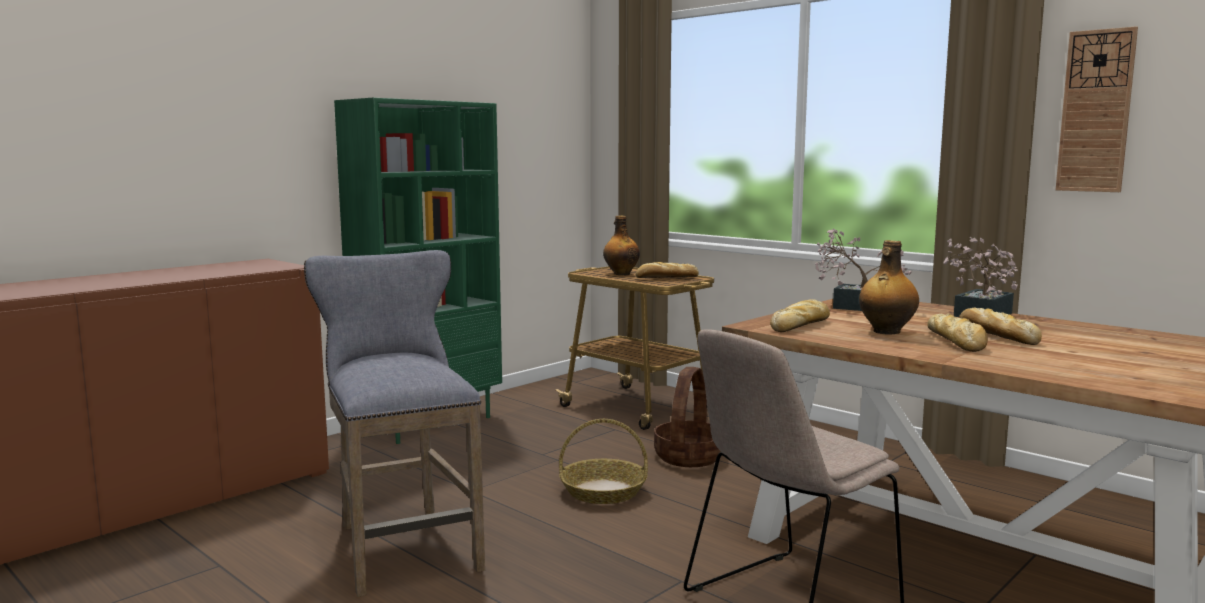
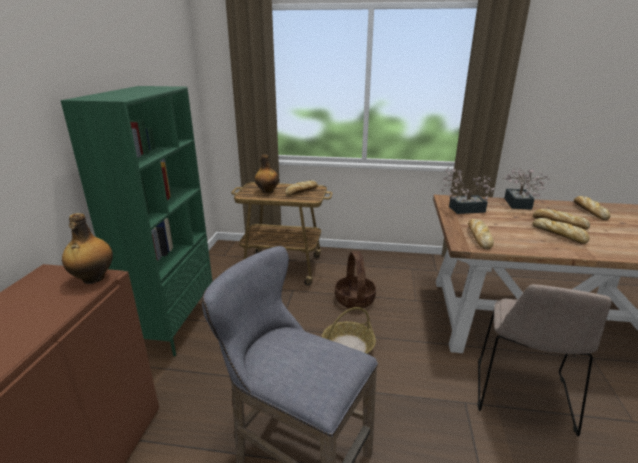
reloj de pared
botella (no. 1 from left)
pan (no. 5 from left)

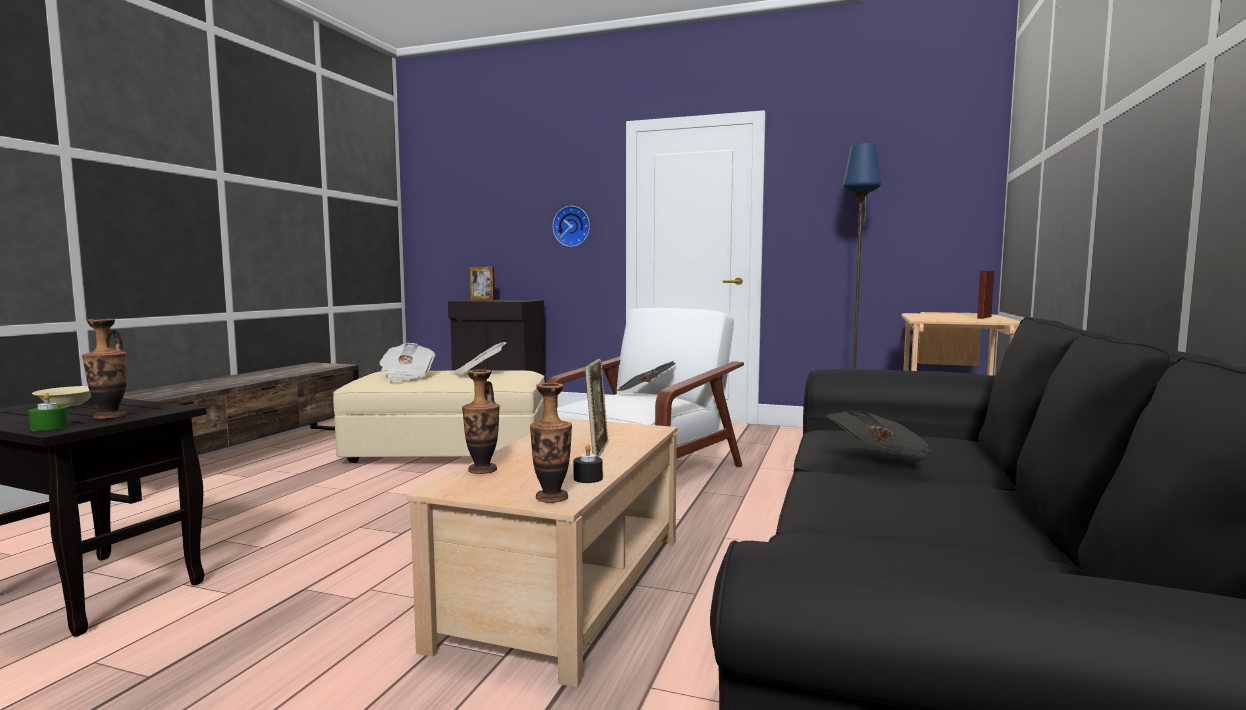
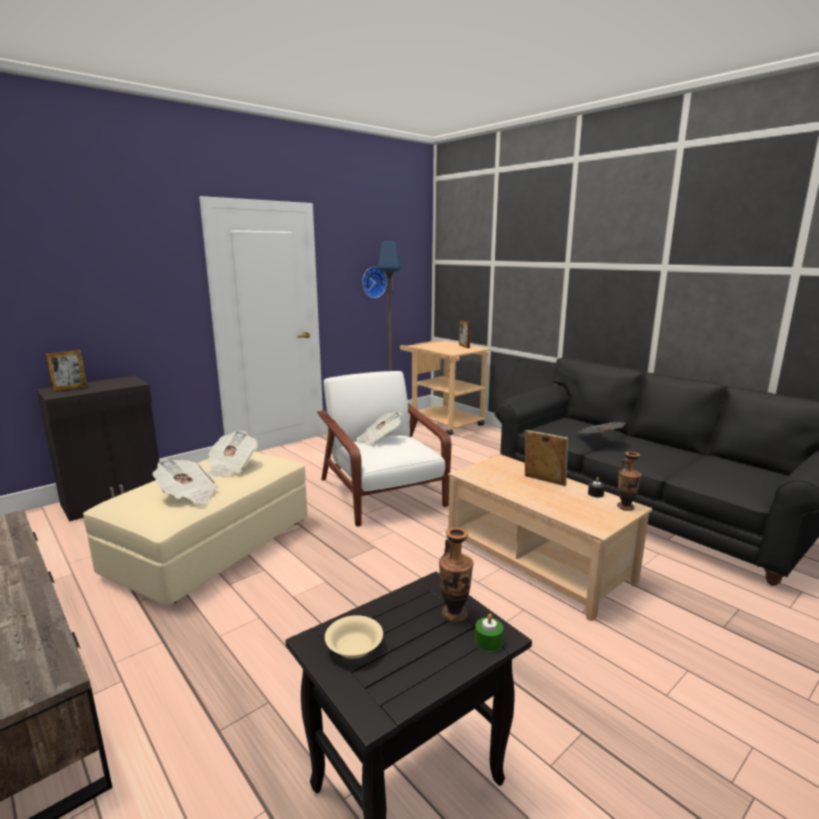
reloj de pared
florero (no. 2 from left in the first image)

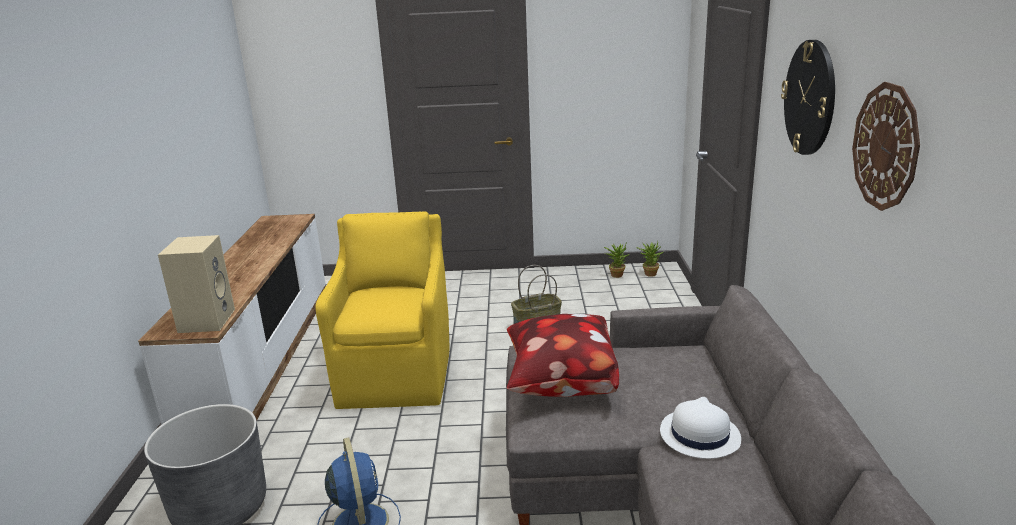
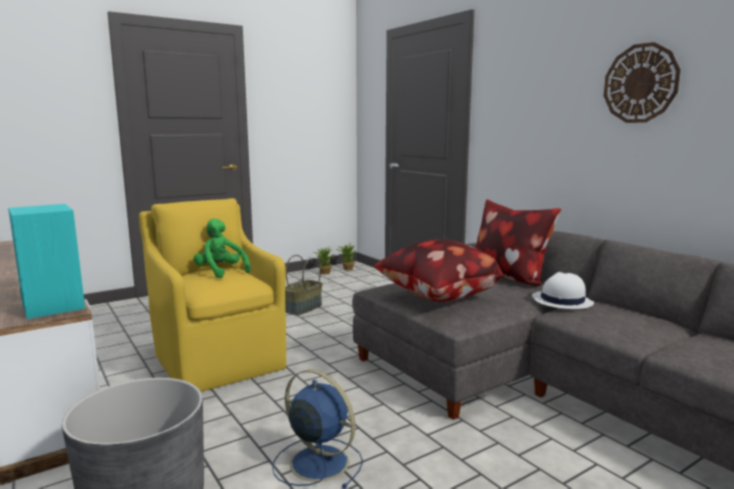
reloj de pared (no. 1 from left in the first image)
altavoz/turquesa
cojín (no. 2 from left)
peluche/verde

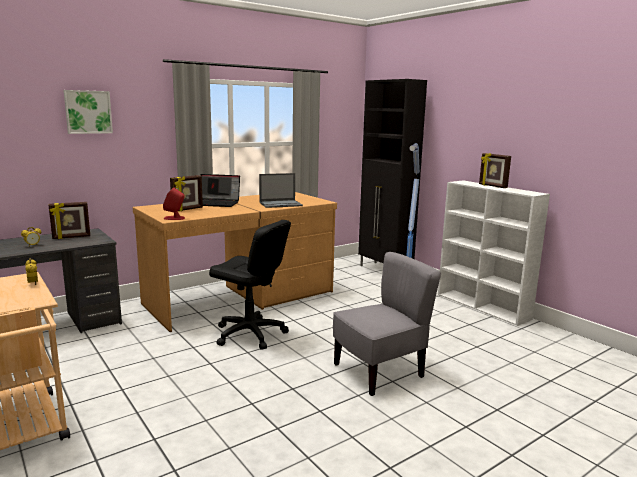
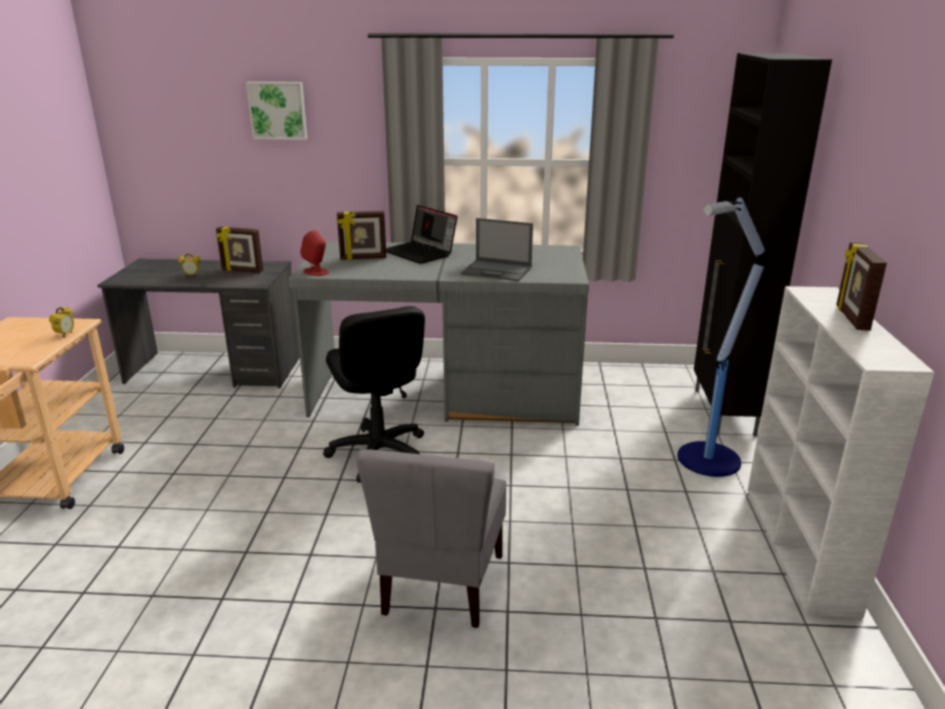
escritorio/gris (no. 2 from left)
silla/gris

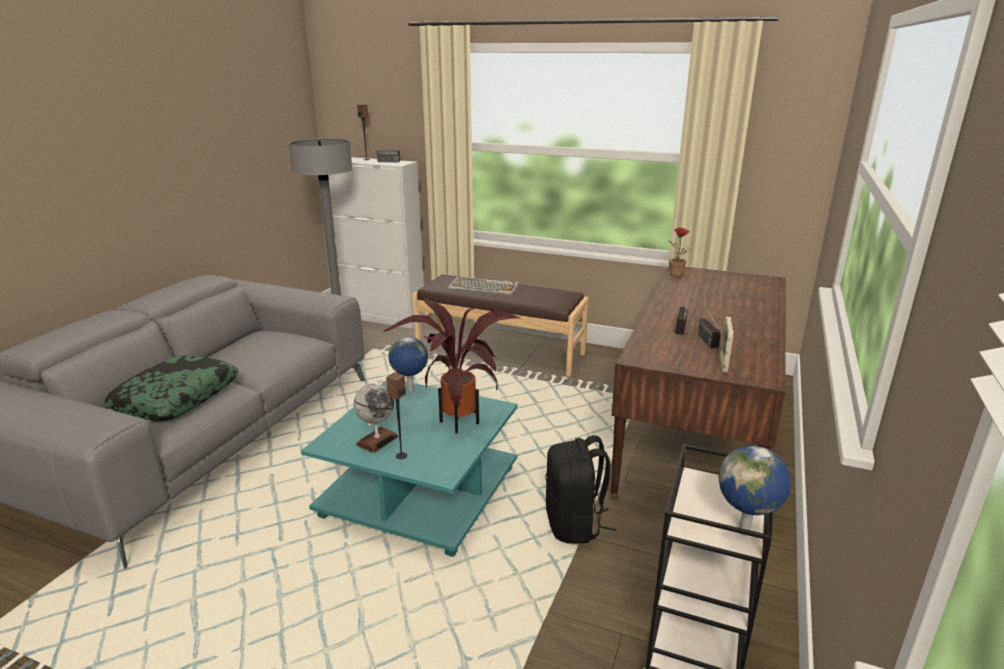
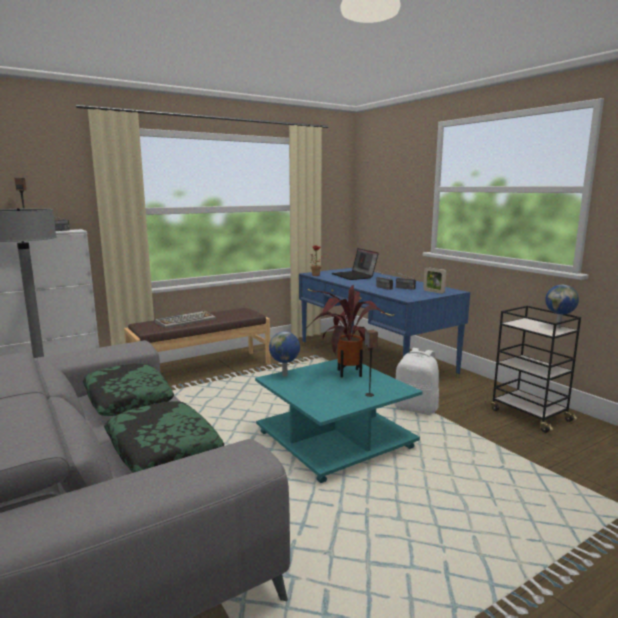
escritorio/azul
globo terráqueo (no. 1 from left in the first image)
mochila/blanco
portátil
cojín (no. 1 from left)

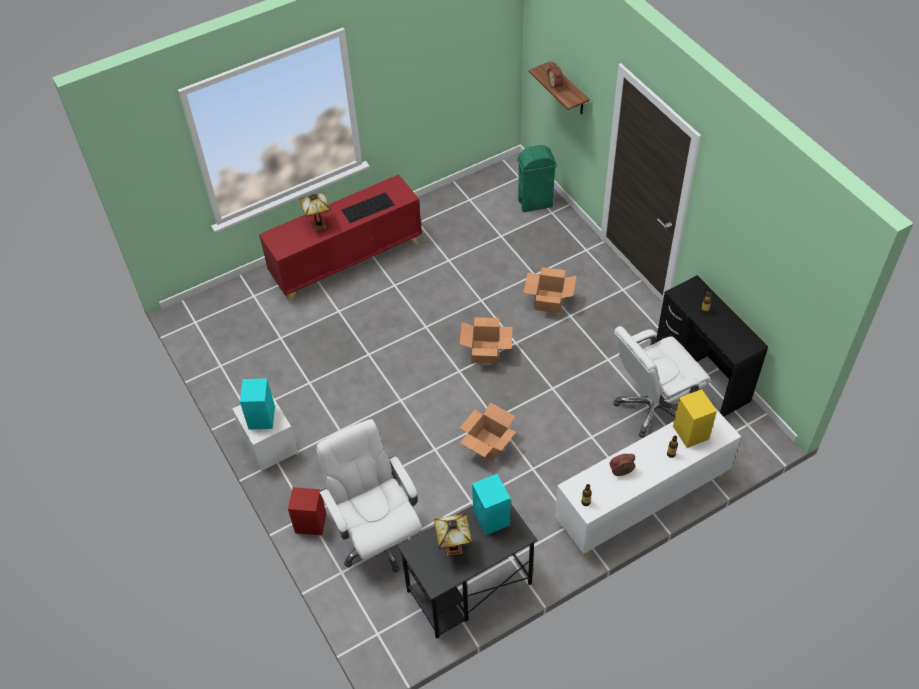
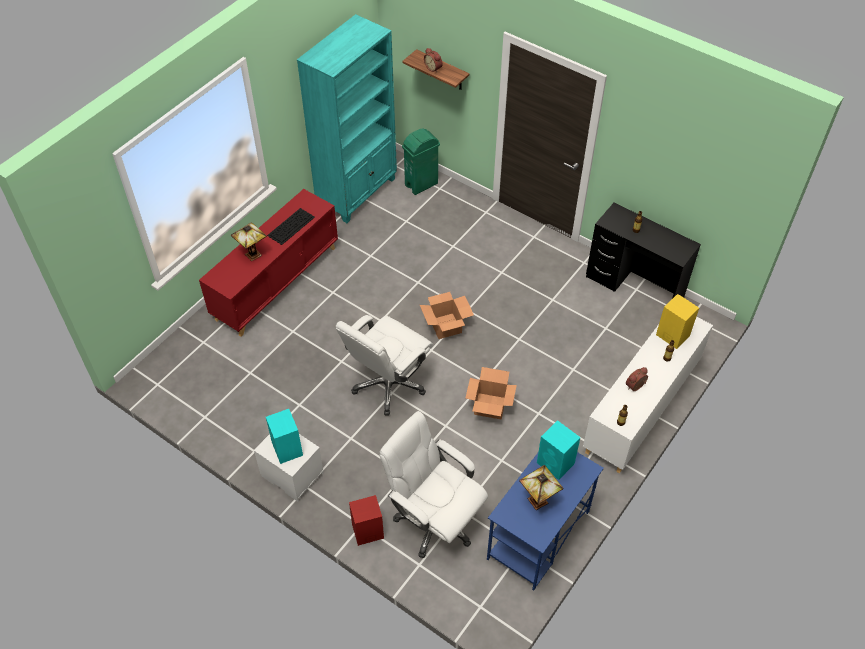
caja de cartón (no. 3 from left in the first image)
silla de oficina/blanco (no. 1 from left)
escritorio/azul
estantería/turquesa

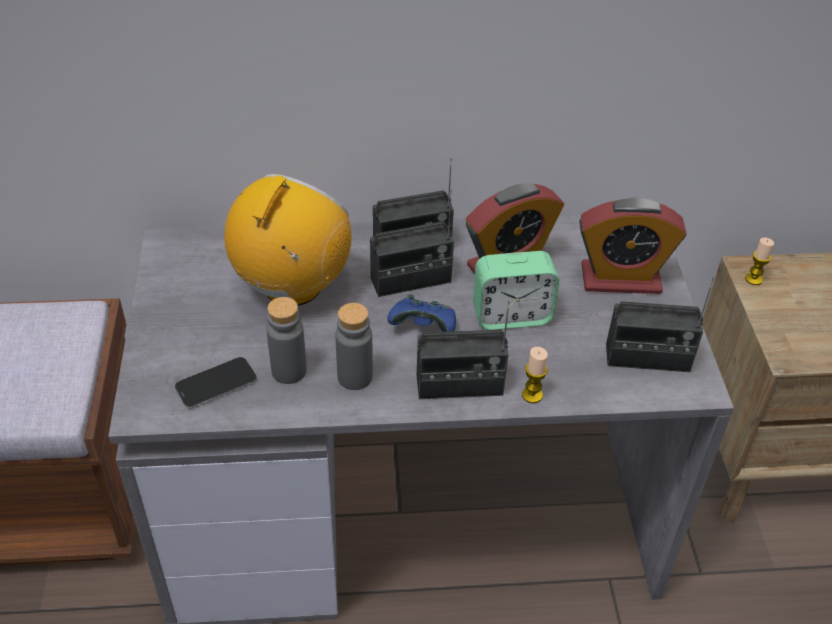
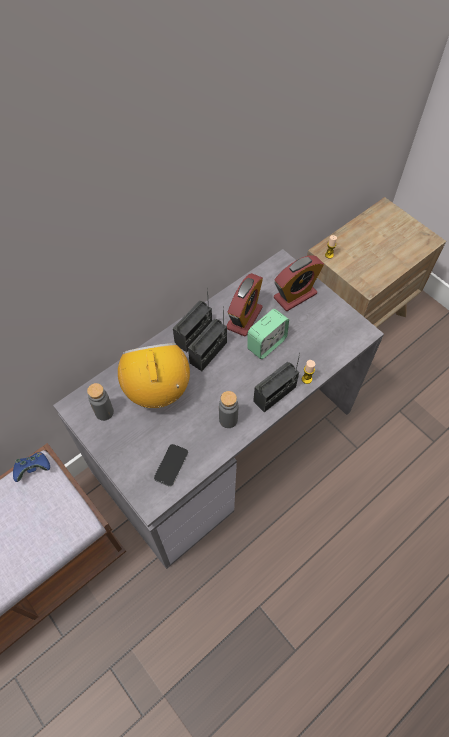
radio (no. 5 from left in the first image)
mando de consola/azul
botella/gris (no. 1 from left)

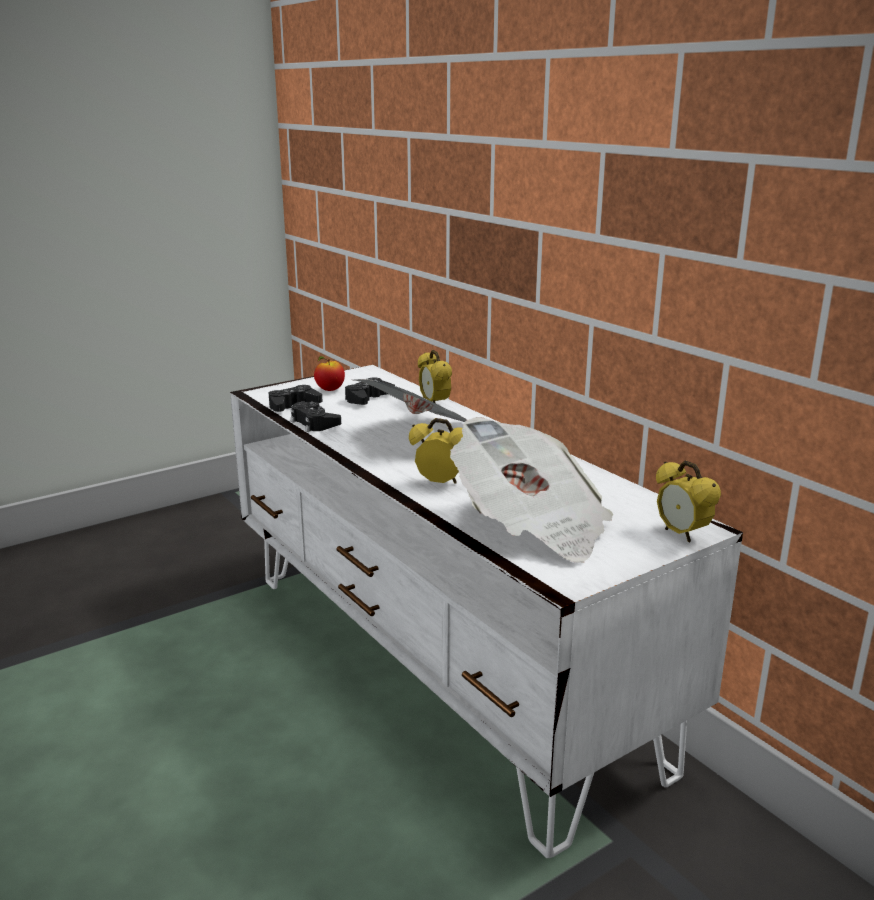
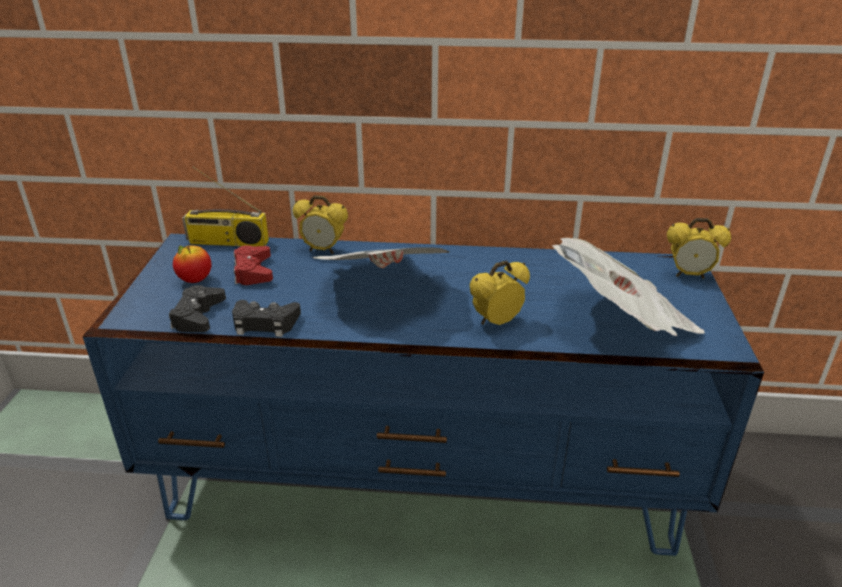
mueble de televisión/azul
mando de consola/rojo
radio

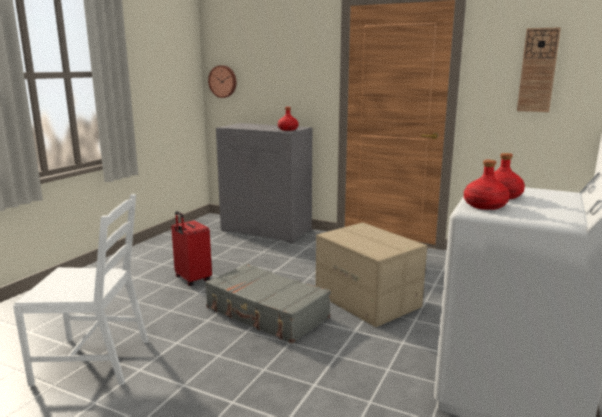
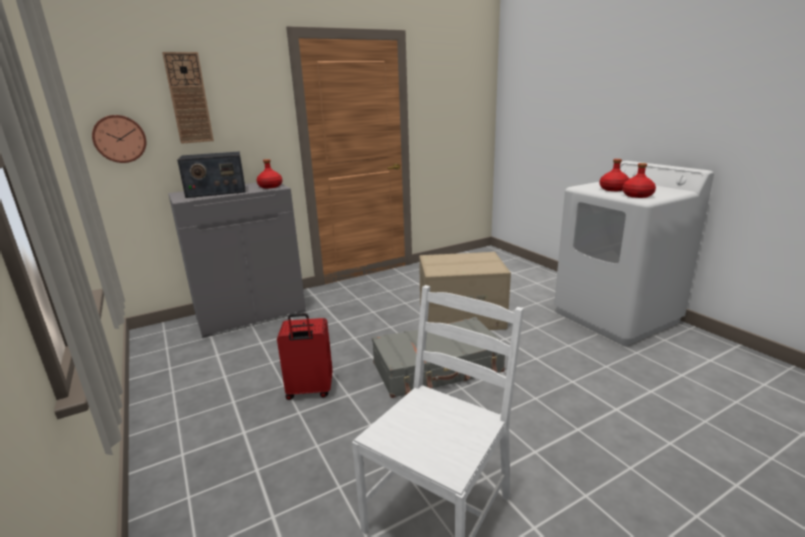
reloj de pared (no. 2 from left)
radio

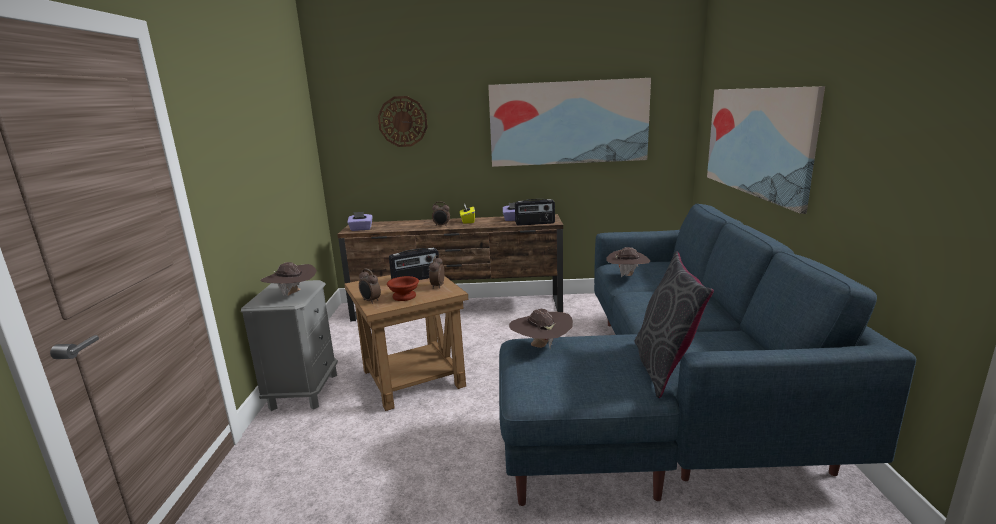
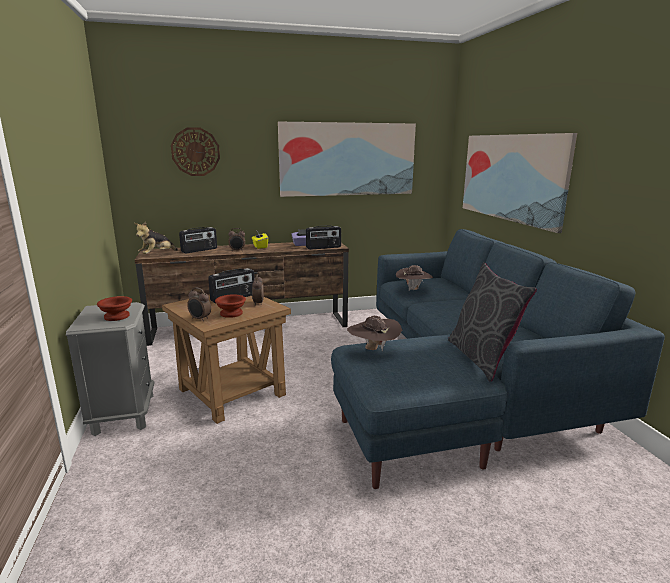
peluche
cuenco/marrón (no. 1 from left)
radio (no. 1 from left)

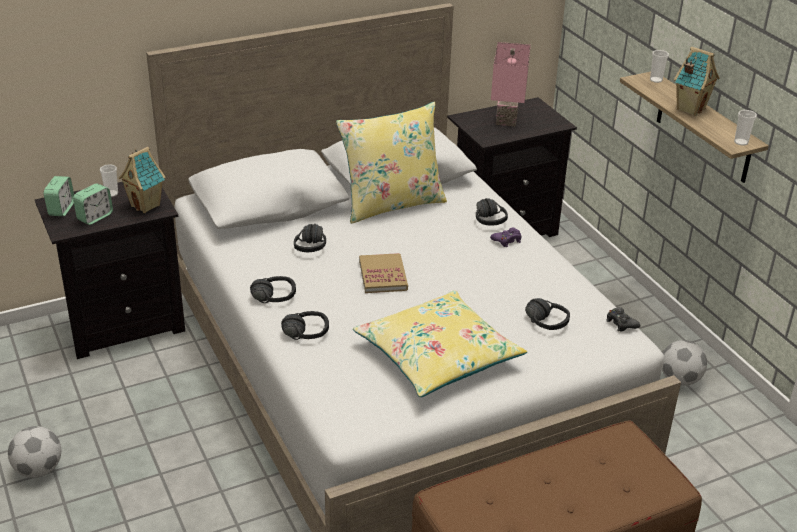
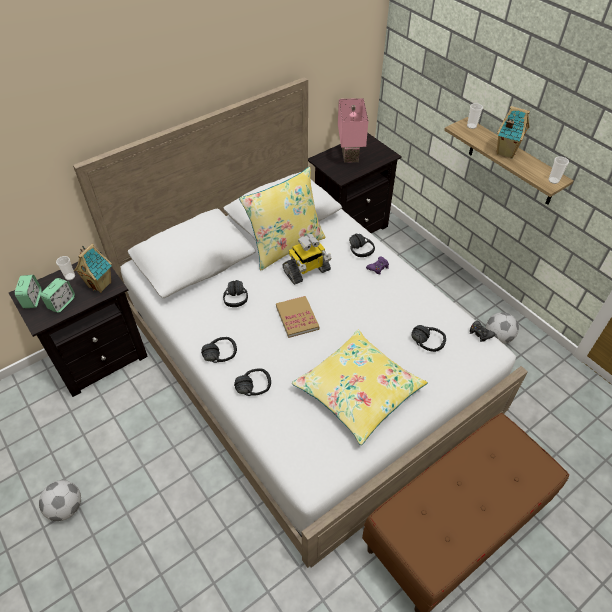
robot de juguete

